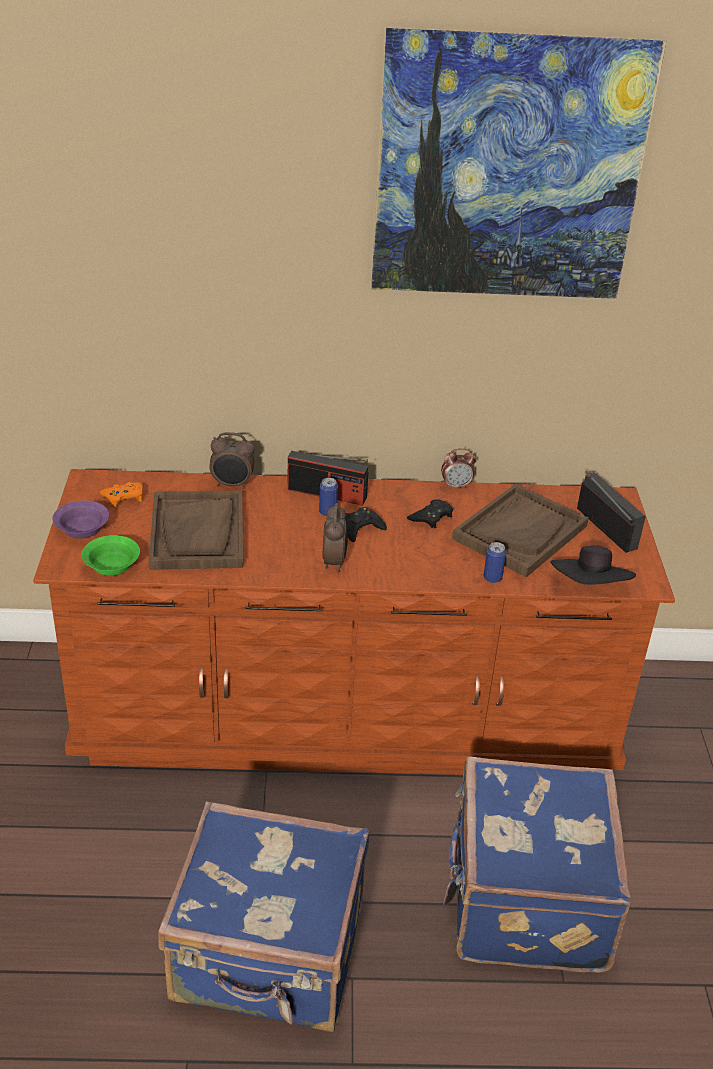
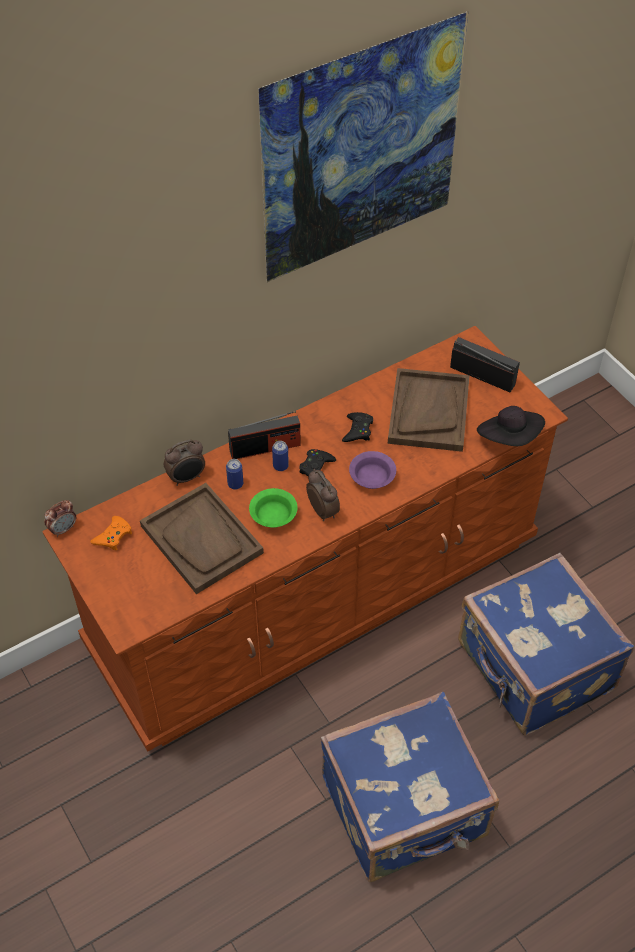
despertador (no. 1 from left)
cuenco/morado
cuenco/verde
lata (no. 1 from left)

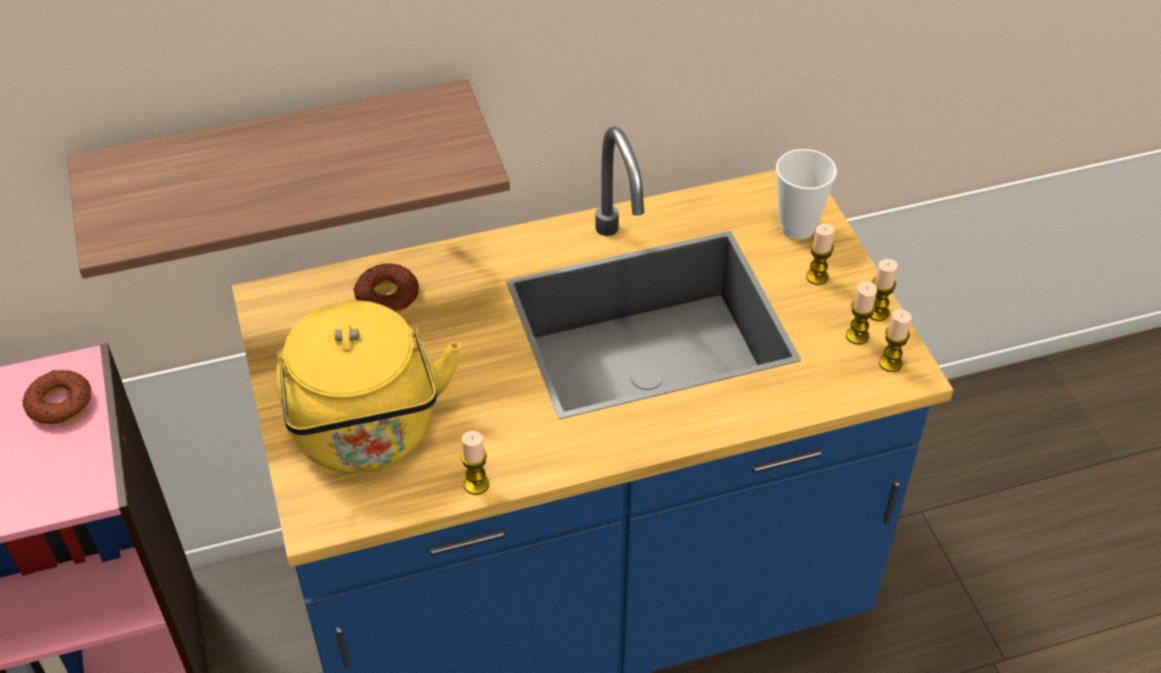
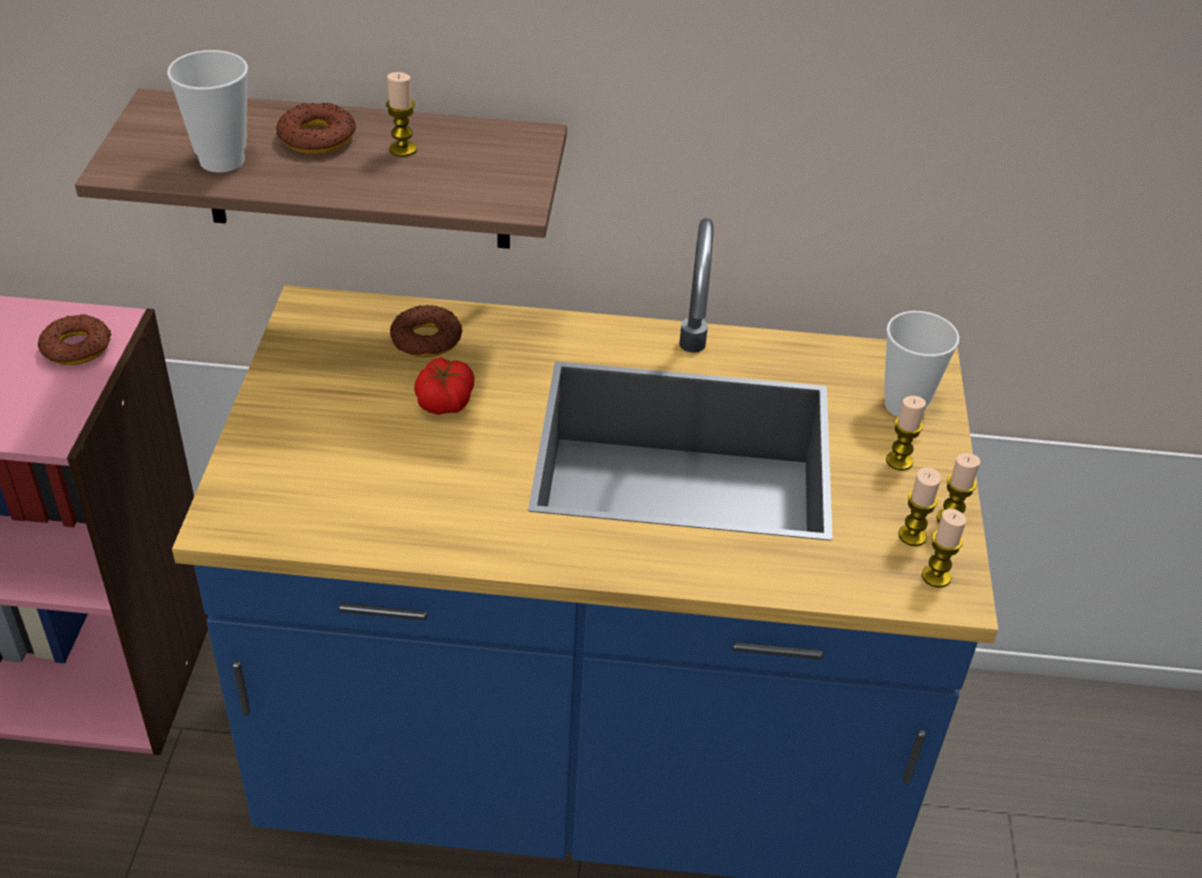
hervidor/amarillo
vela (no. 1 from left)
taza (no. 1 from left)
rosquilla (no. 2 from left)
tomate

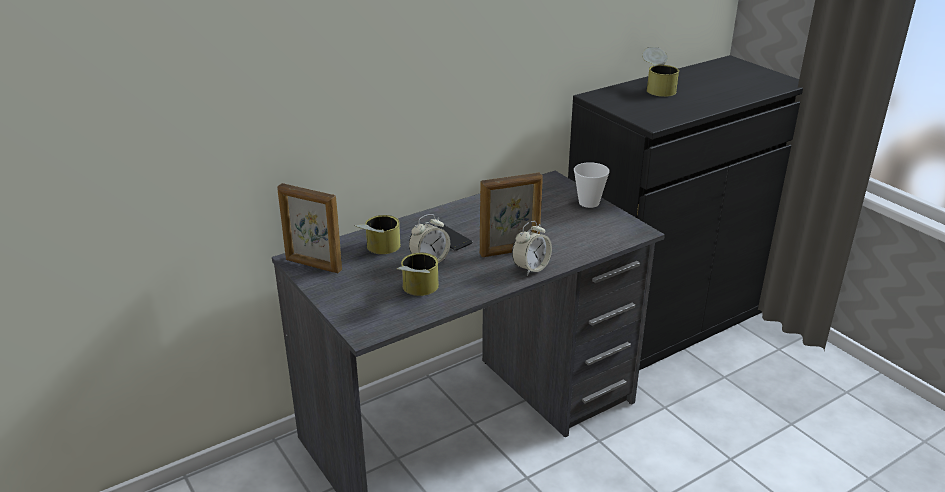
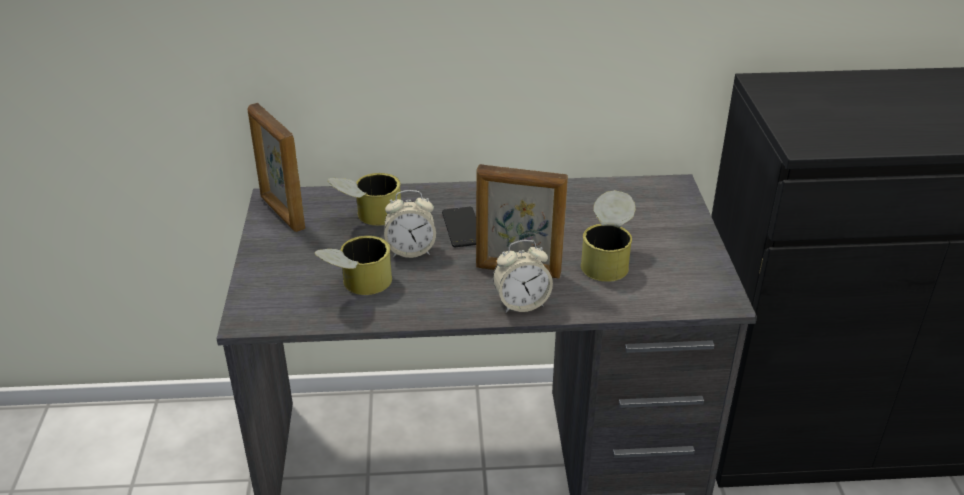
lata (no. 3 from left)
taza

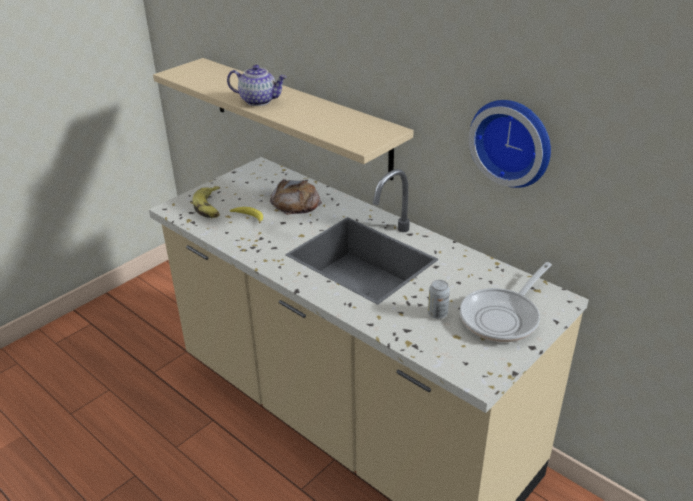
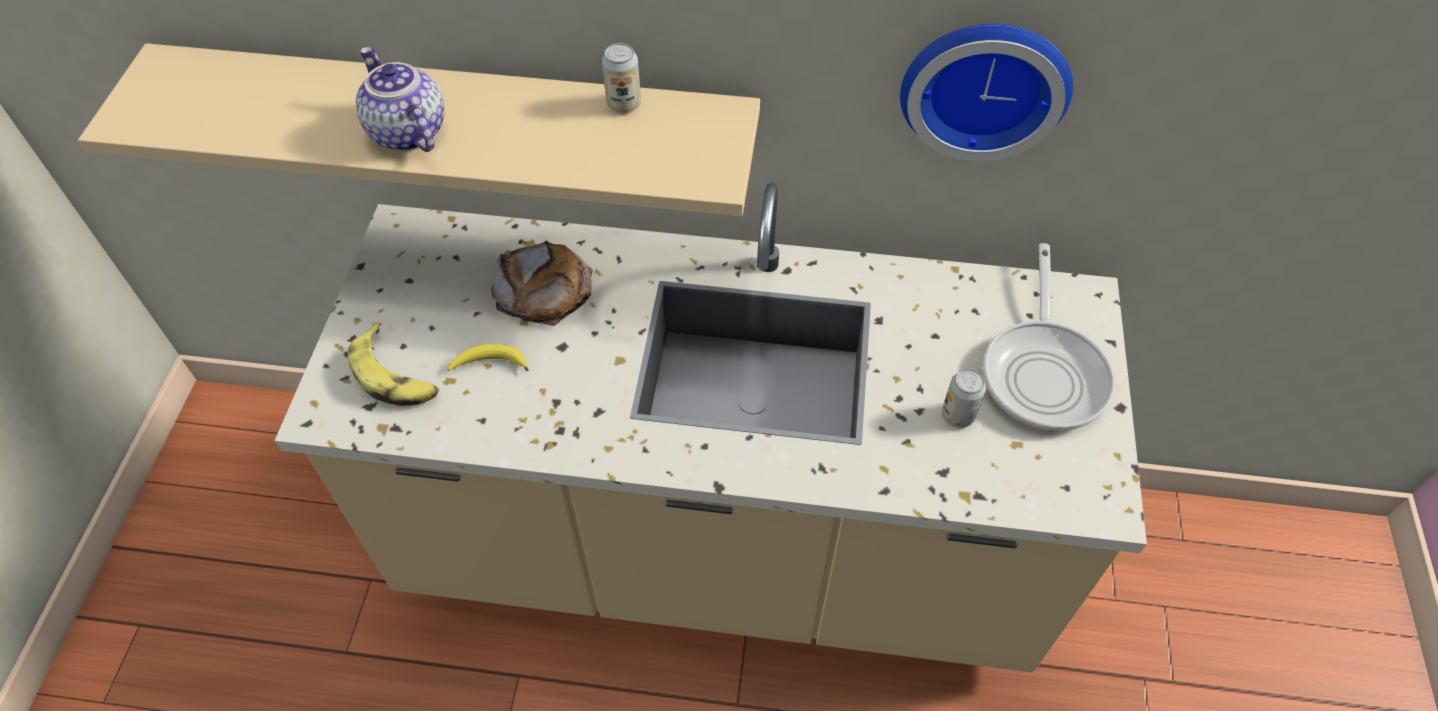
tetera
lata (no. 1 from left)

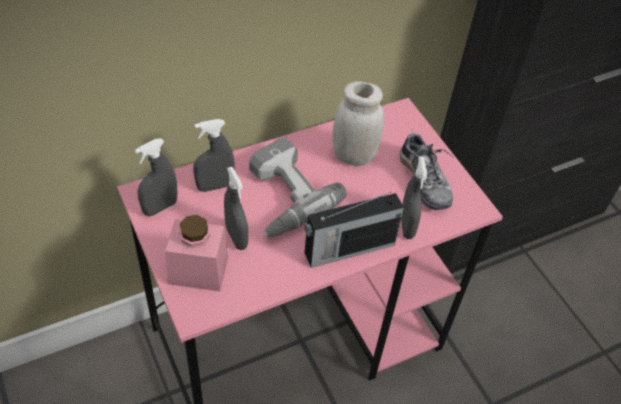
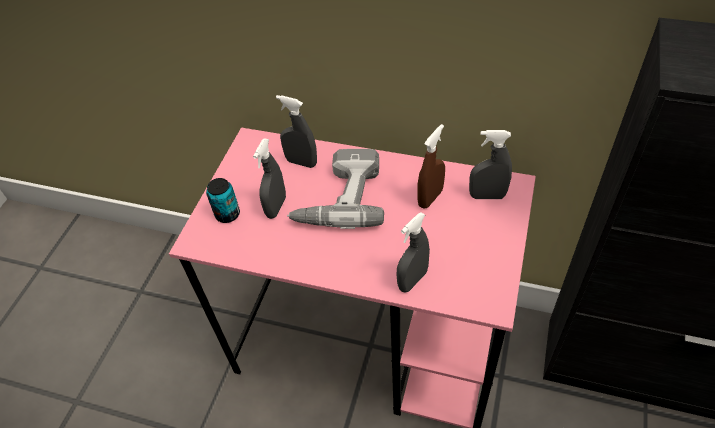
pulverizador/marrón
zapato
pulverizador/gris (no. 4 from left)
radio
lata

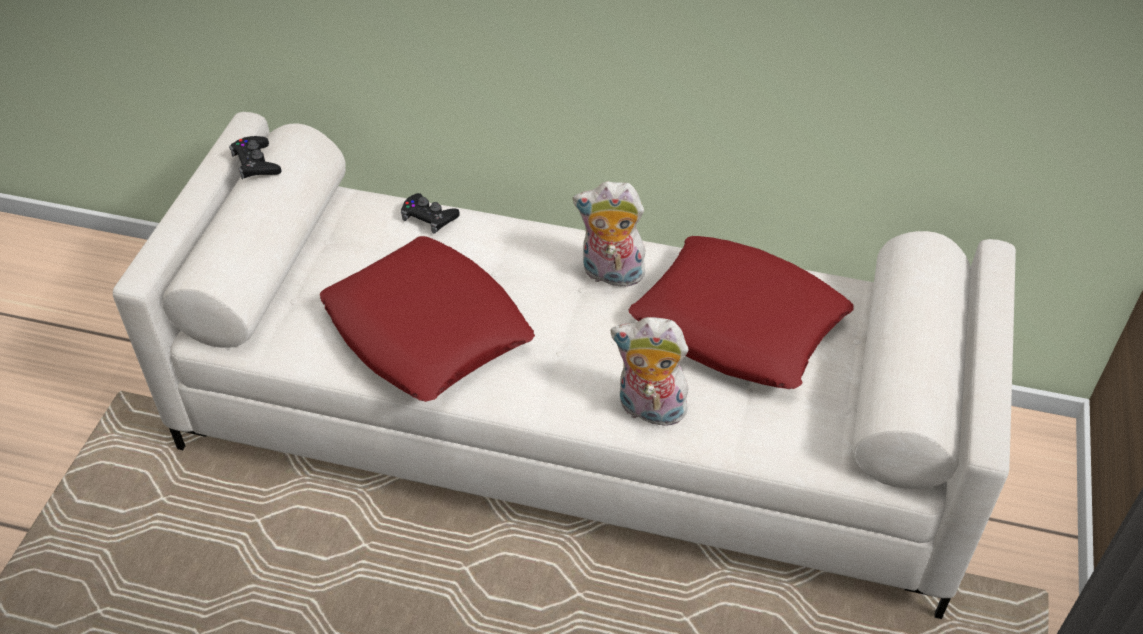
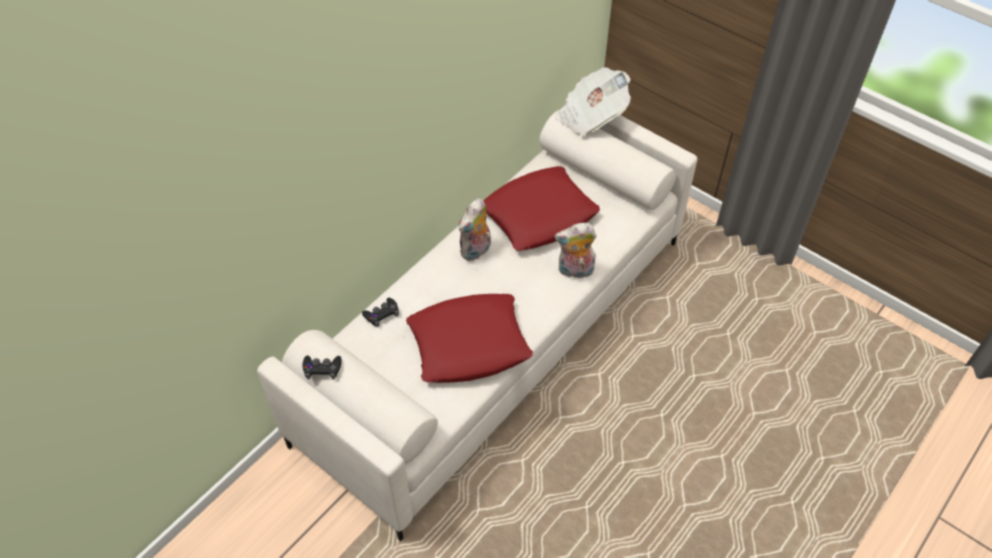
peluche (no. 2 from left)
periódico

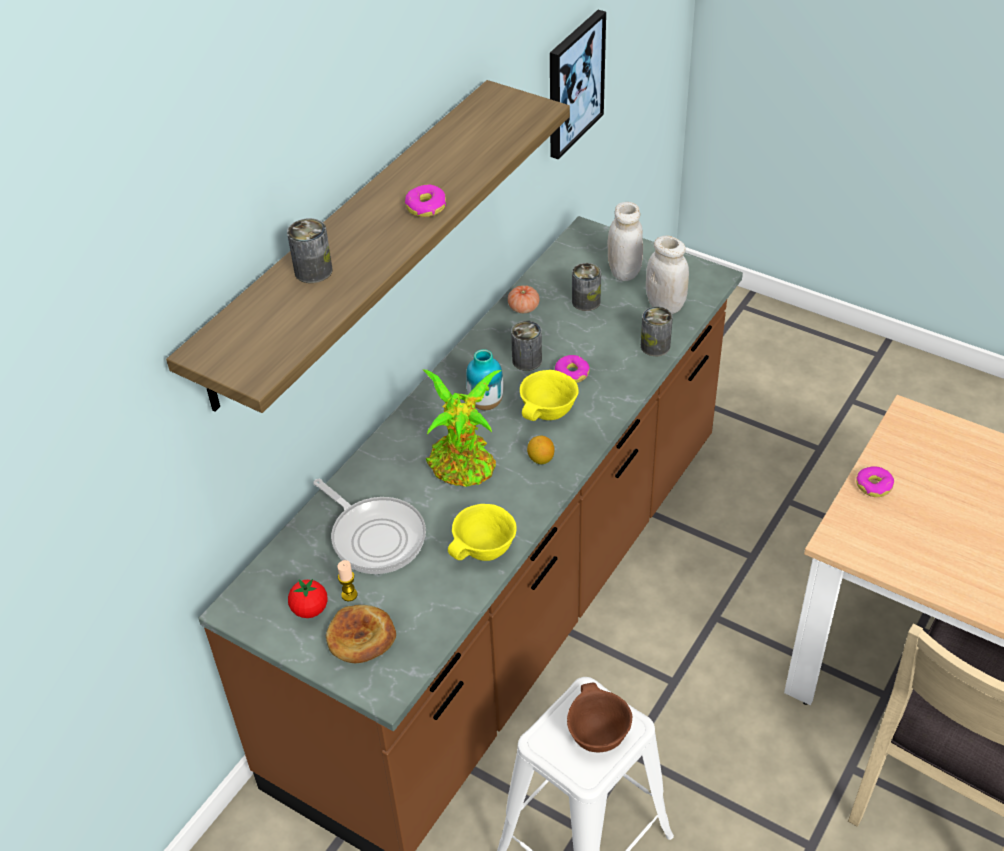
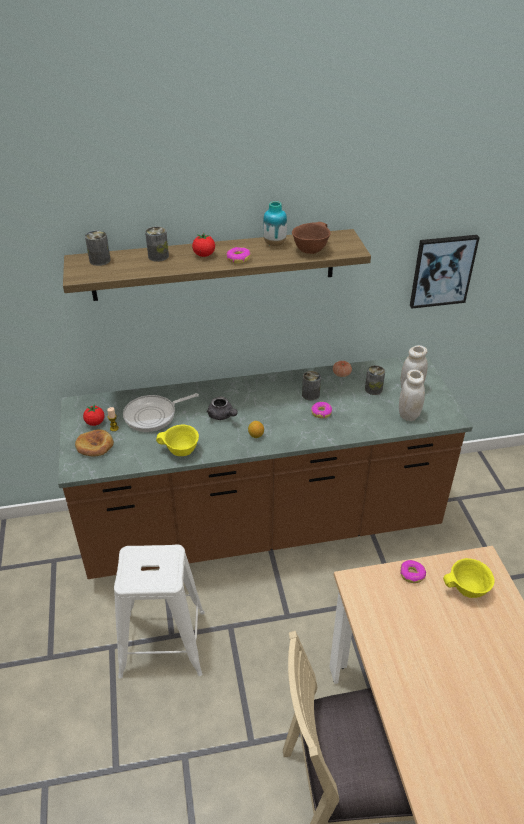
lata (no. 1 from left)
florero
tetera/gris
cuenco/amarillo (no. 2 from left)
sartén
cuenco/marrón
tomate (no. 2 from left)

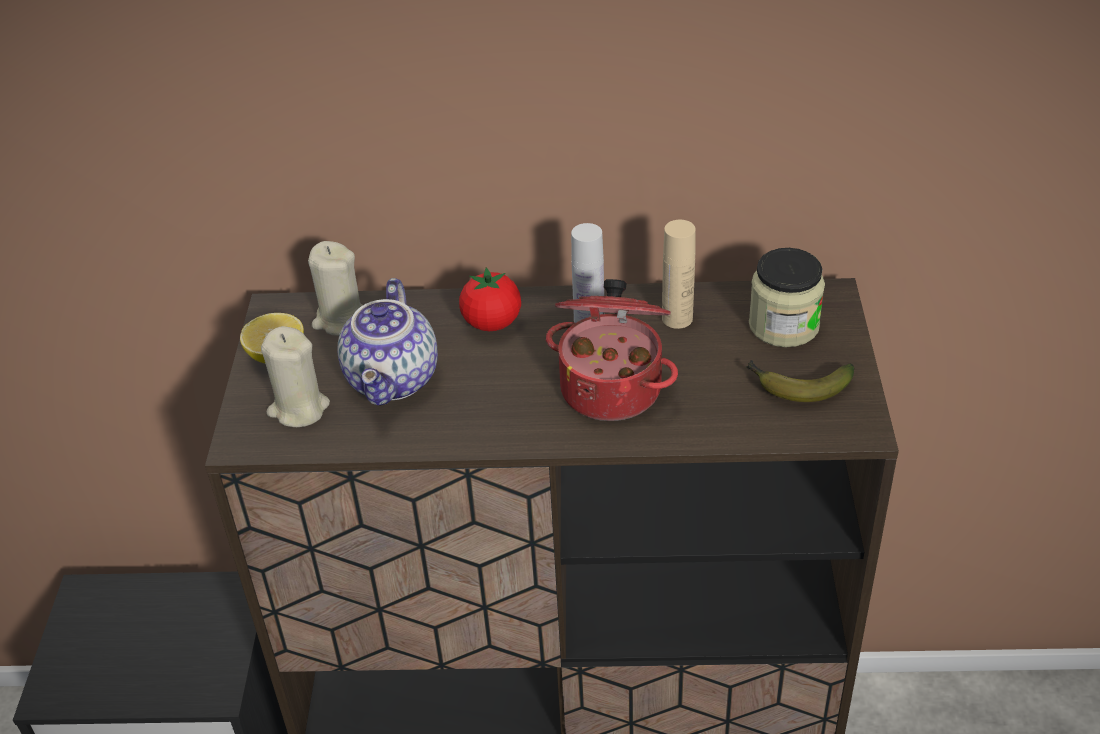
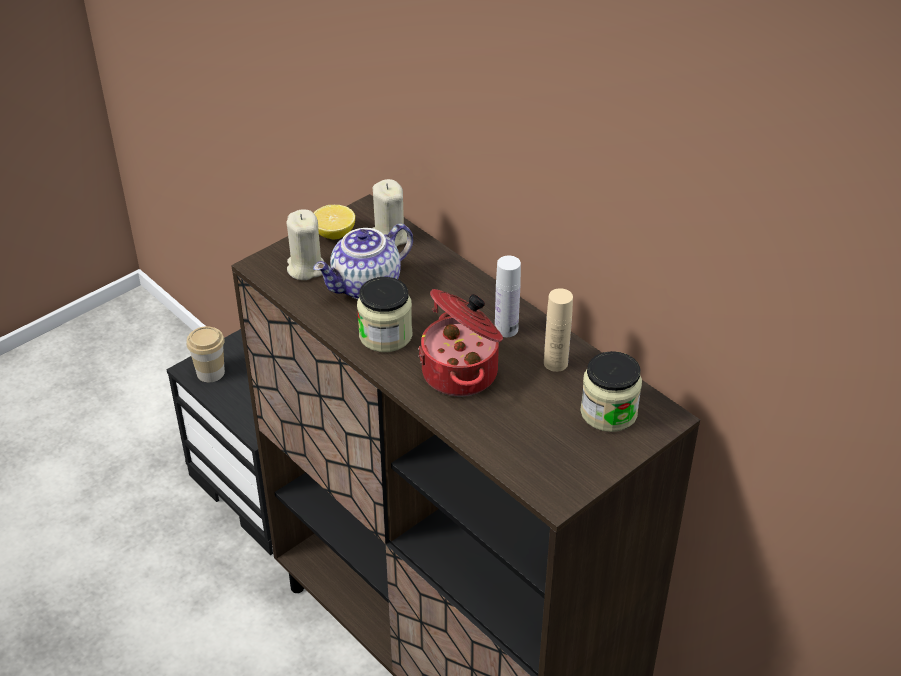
tomate
plátano
tarro (no. 1 from left)
taza

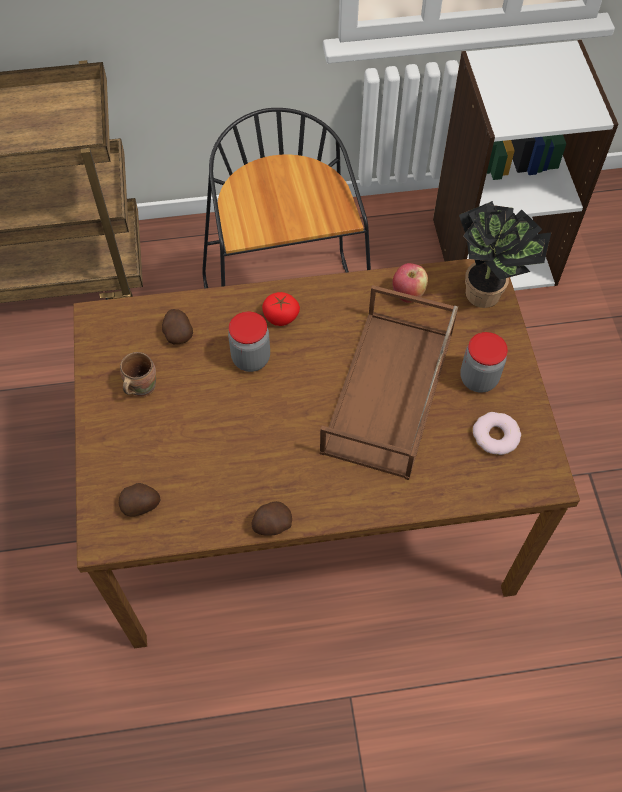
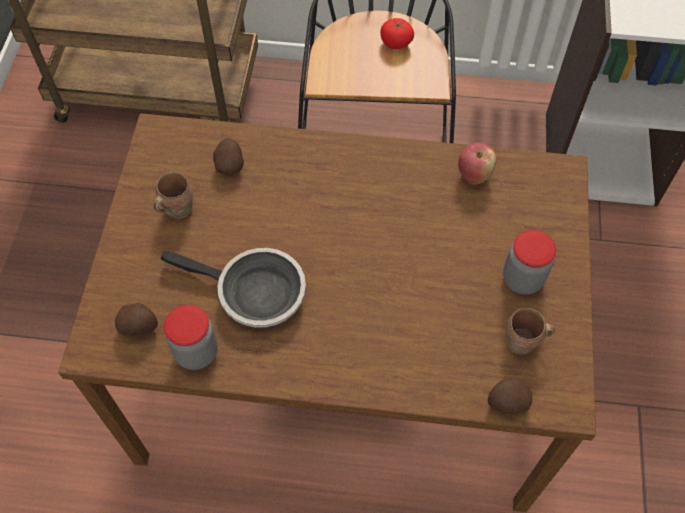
planta en maceta
bandeja/marrón
tomate
tarro (no. 1 from left)
taza grande/marrón (no. 2 from left)
patata (no. 3 from left)
sartén

